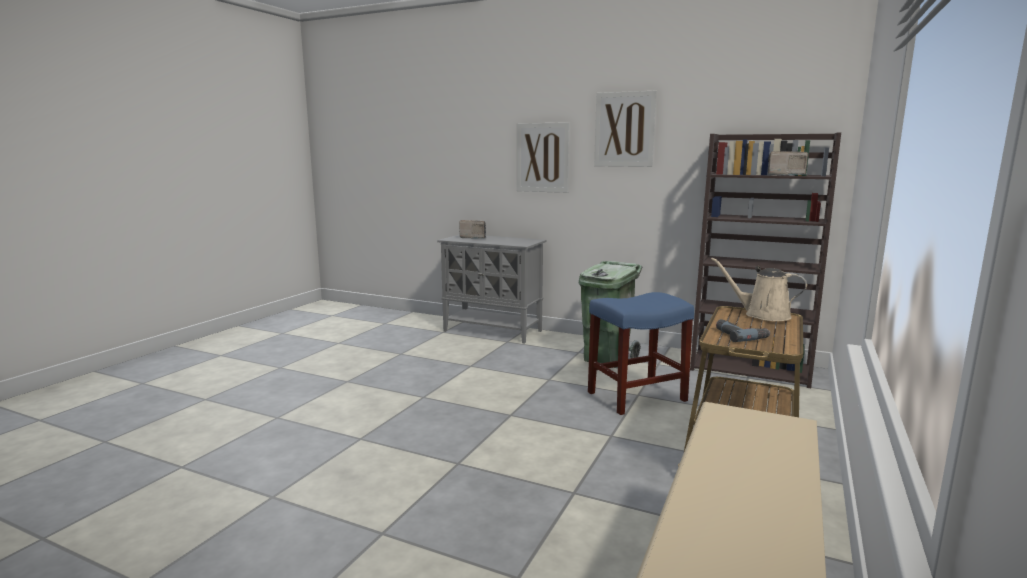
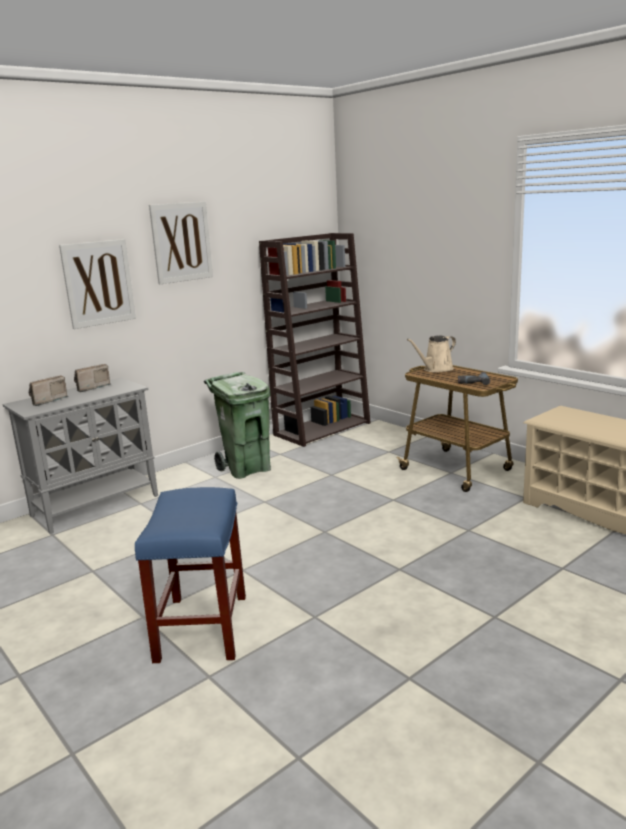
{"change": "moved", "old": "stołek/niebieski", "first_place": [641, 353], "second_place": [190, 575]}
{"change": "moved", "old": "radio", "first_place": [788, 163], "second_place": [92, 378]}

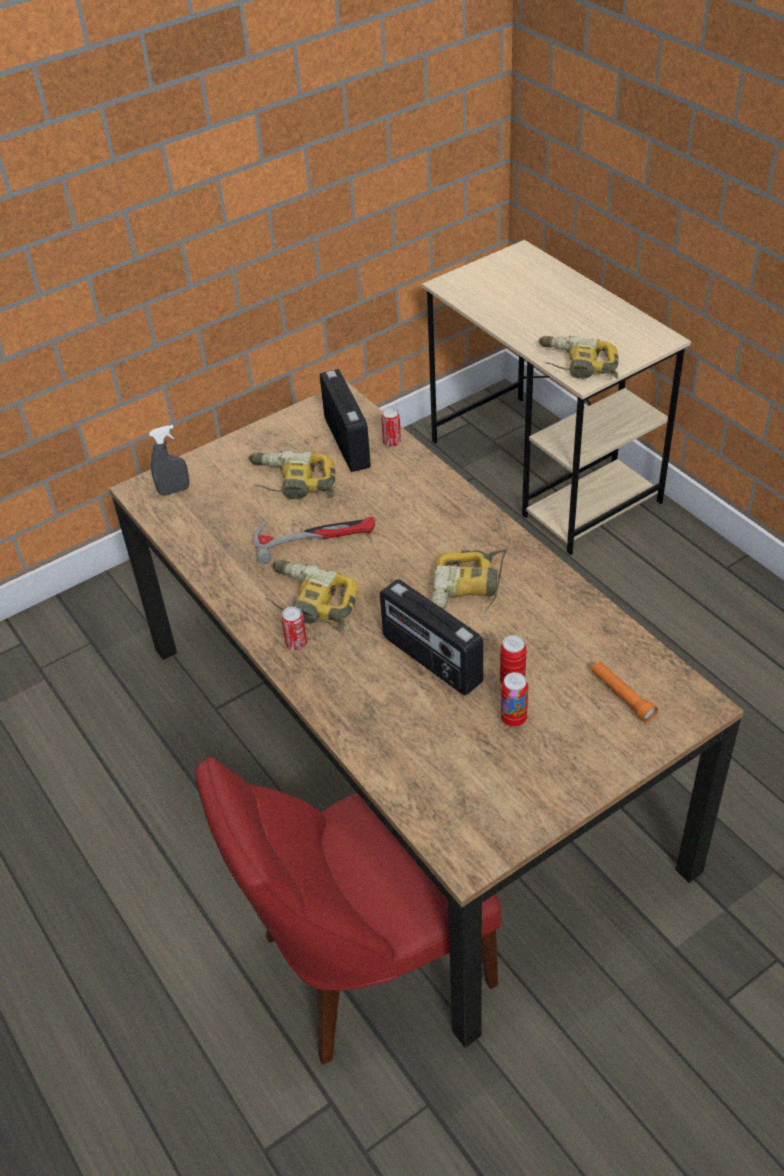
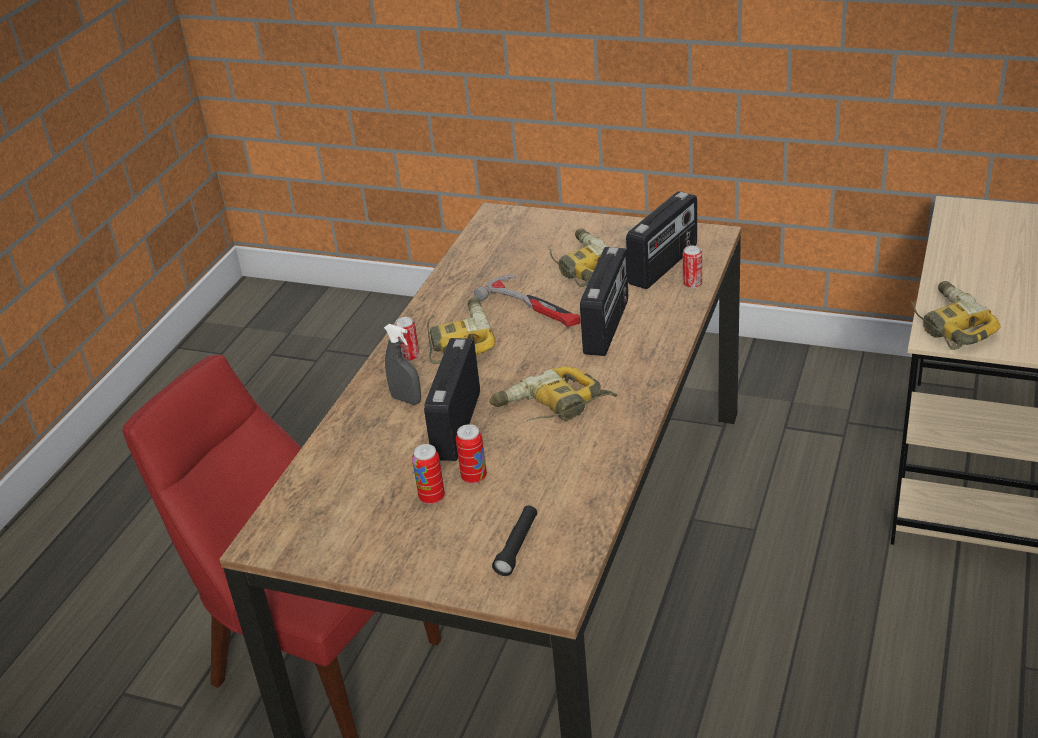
{"change": "moved", "old": "spryskiwacz/szary", "first_place": [169, 460], "second_place": [402, 364]}
{"change": "recoloured", "old": "latarka/pomarańczowy", "new": "latarka/czarny", "first_place": [625, 692], "second_place": [514, 541]}
{"change": "added", "new": "radio", "second_place": [604, 301]}

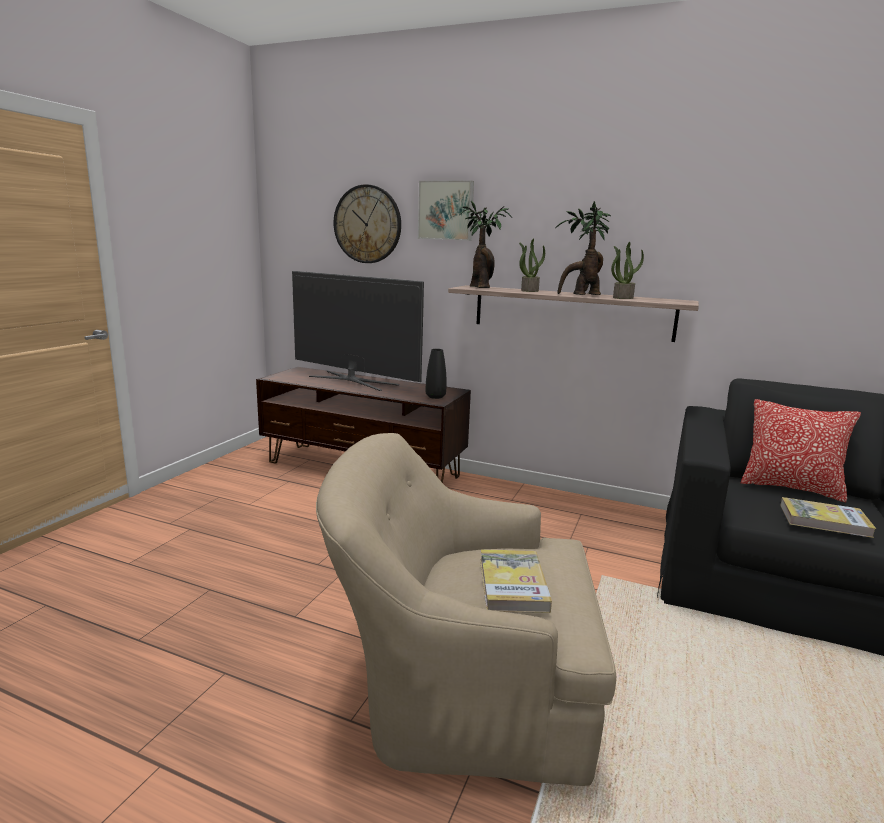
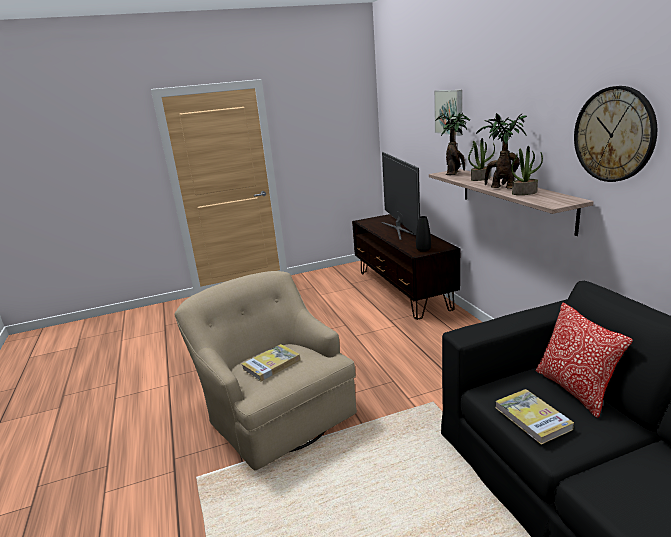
{"change": "moved", "old": "zegar ścienny", "first_place": [367, 223], "second_place": [615, 134]}

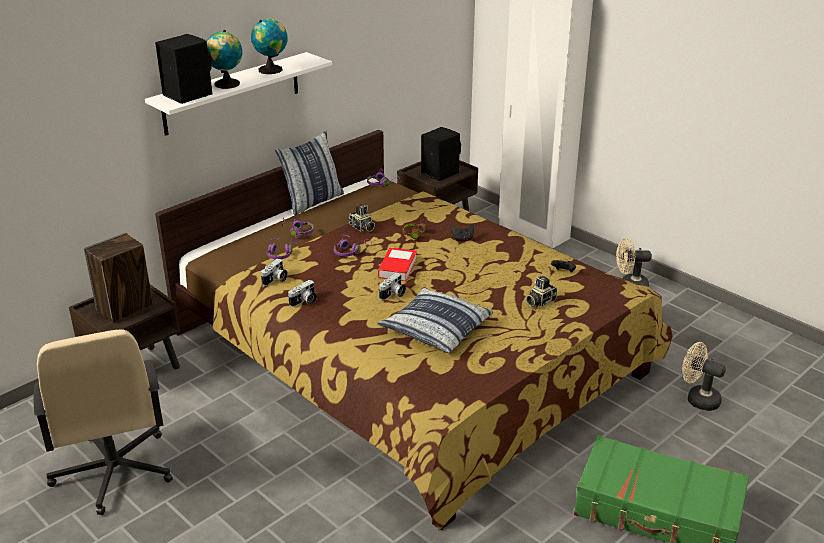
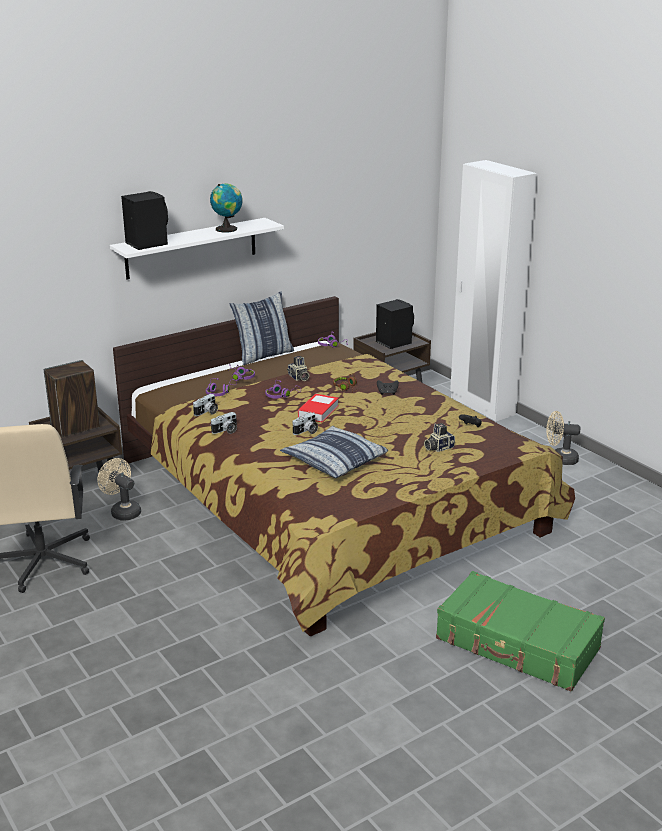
{"change": "removed", "old": "globus", "first_place": [224, 59]}
{"change": "moved", "old": "wentylator/beżowy", "first_place": [704, 376], "second_place": [119, 489]}

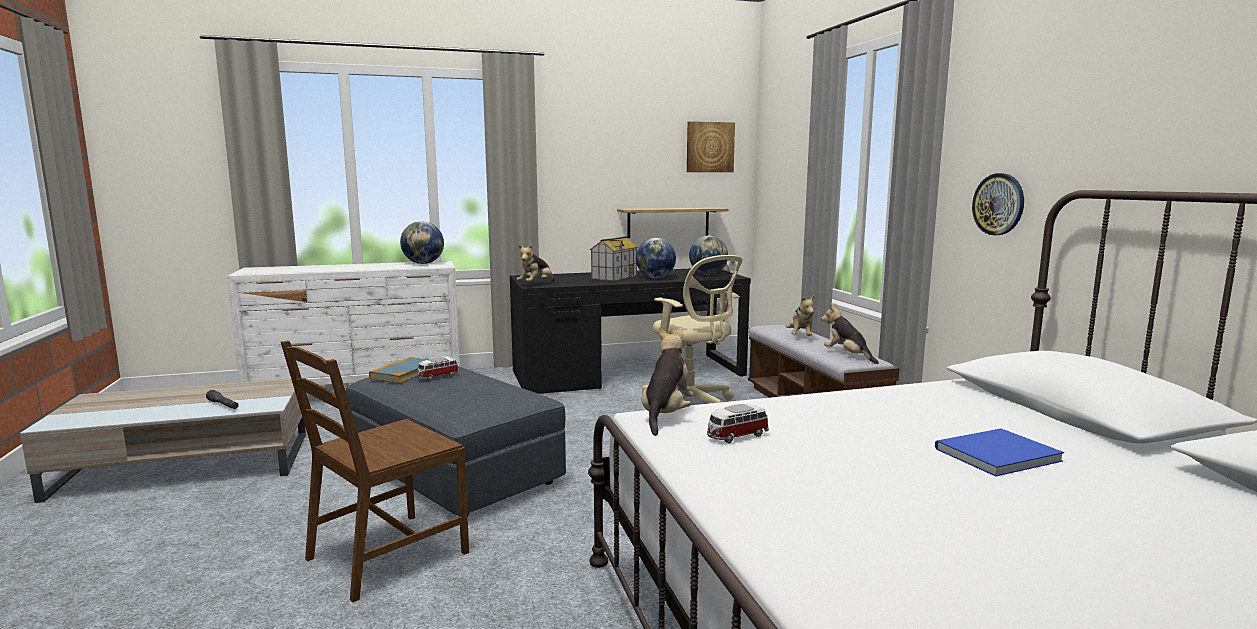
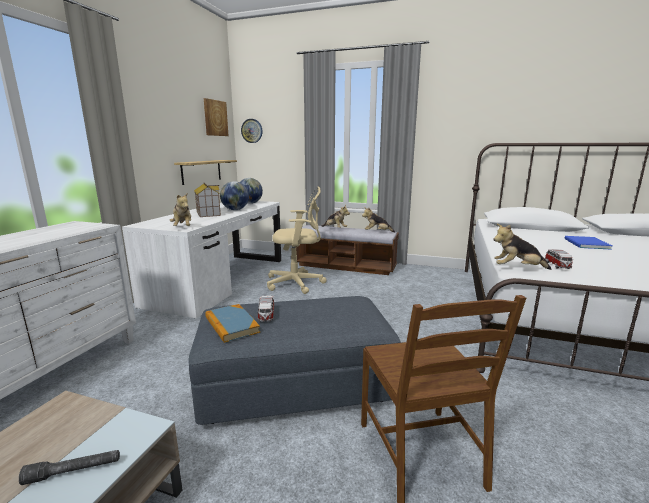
{"change": "removed", "old": "globus", "first_place": [422, 242]}
{"change": "recoloured", "old": "biurko/czarny", "new": "biurko/biały", "first_place": [630, 331], "second_place": [201, 260]}
{"change": "turned", "old": "pluszak", "first_place": [668, 382], "second_place": [522, 247], "degrees": -45}
{"change": "moved", "old": "zegar ścienny", "first_place": [998, 204], "second_place": [251, 131]}

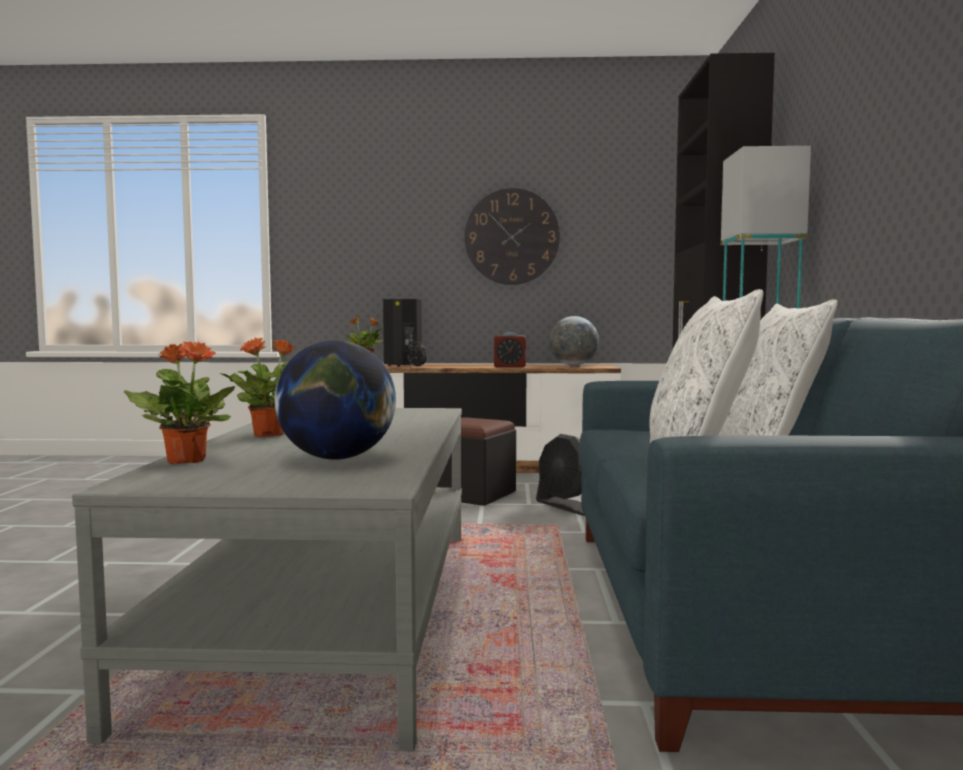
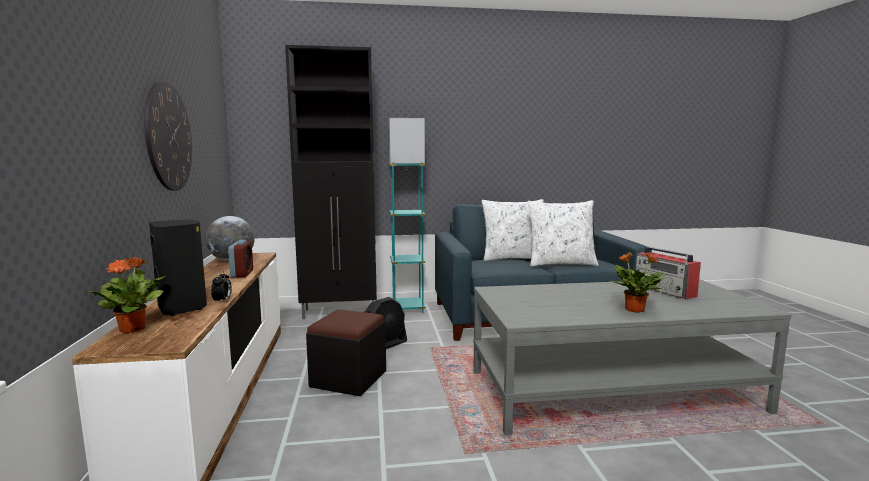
{"change": "removed", "old": "roślina doniczkowa", "first_place": [179, 402]}
{"change": "replaced", "old": "globus", "new": "radio", "first_place": [335, 400], "second_place": [668, 273]}

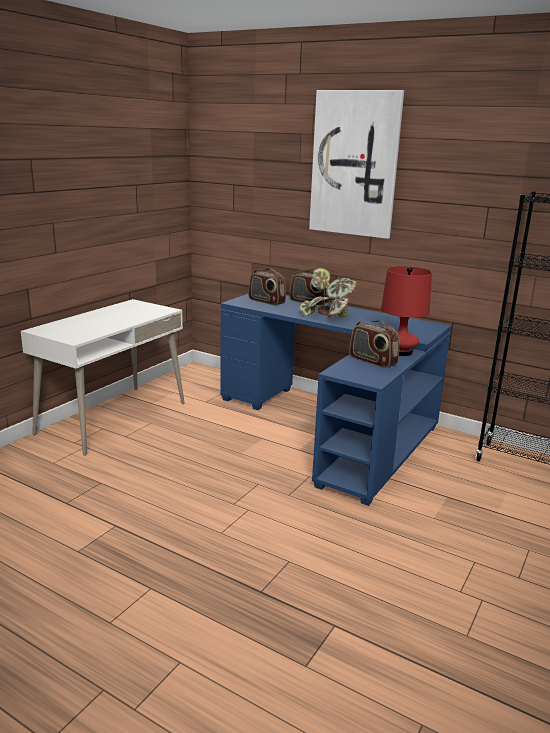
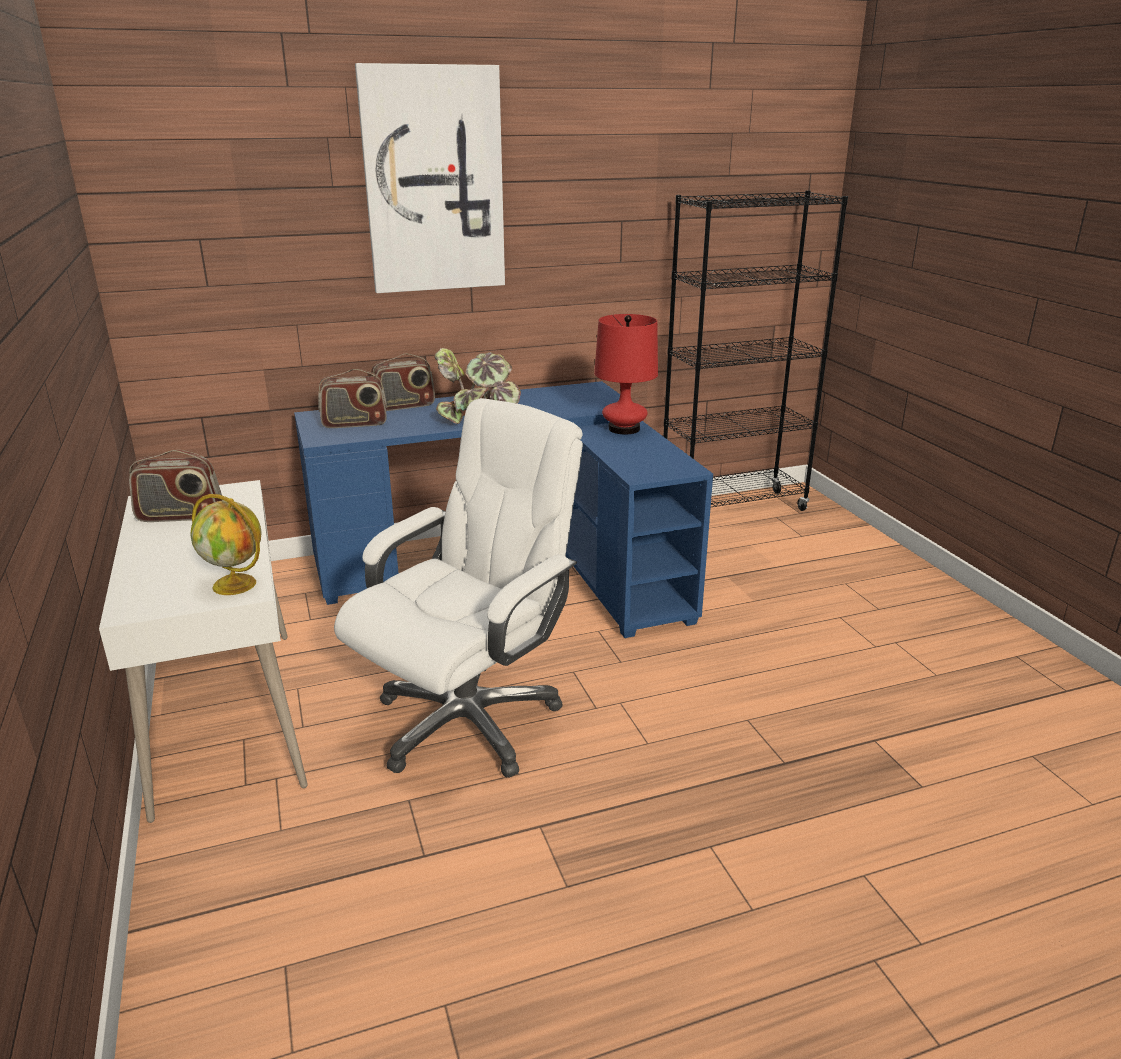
{"change": "moved", "old": "radio", "first_place": [374, 344], "second_place": [176, 486]}
{"change": "added", "new": "globus", "second_place": [226, 544]}
{"change": "added", "new": "krzesło biurowe/biały", "second_place": [458, 588]}

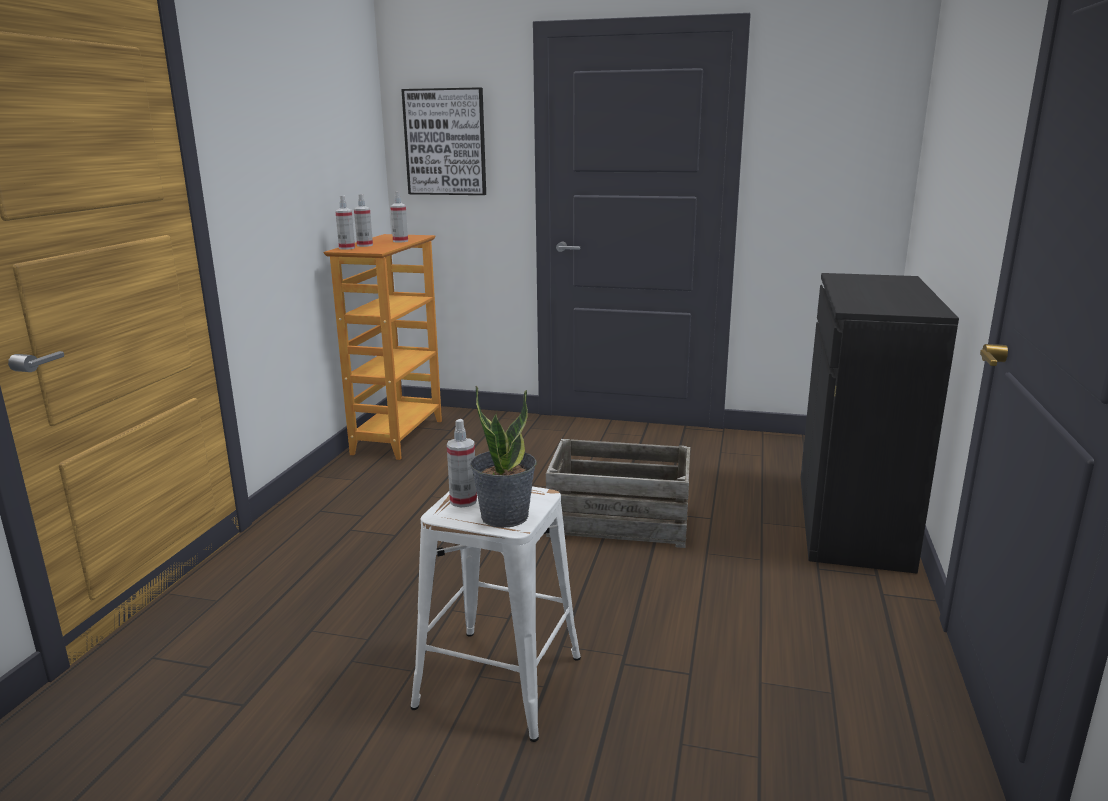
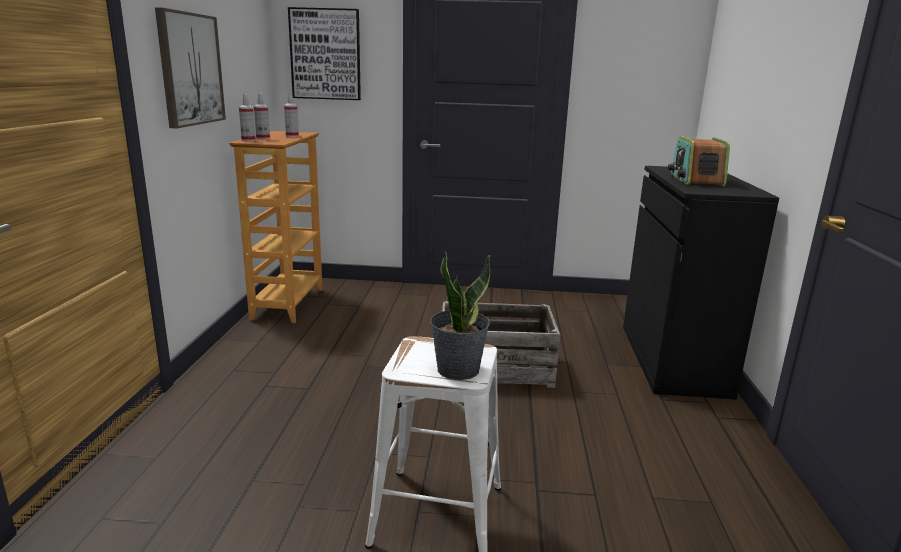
{"change": "removed", "old": "spryskiwacz", "first_place": [462, 463]}
{"change": "added", "new": "obraz", "second_place": [190, 67]}
{"change": "added", "new": "radio", "second_place": [699, 161]}

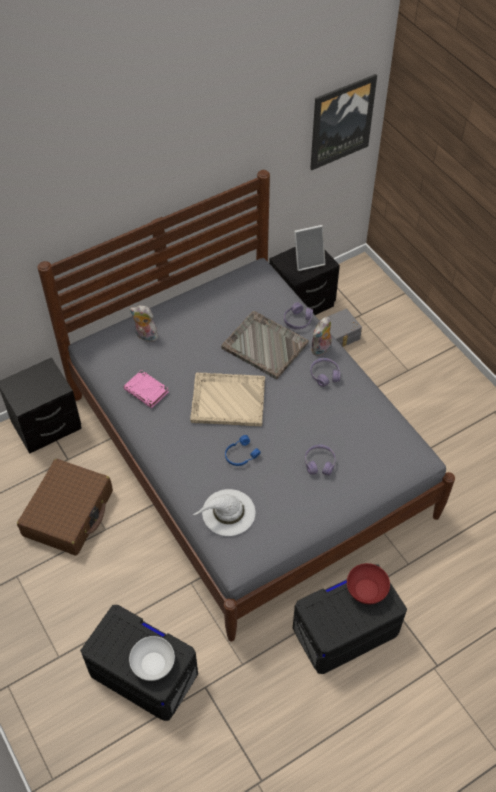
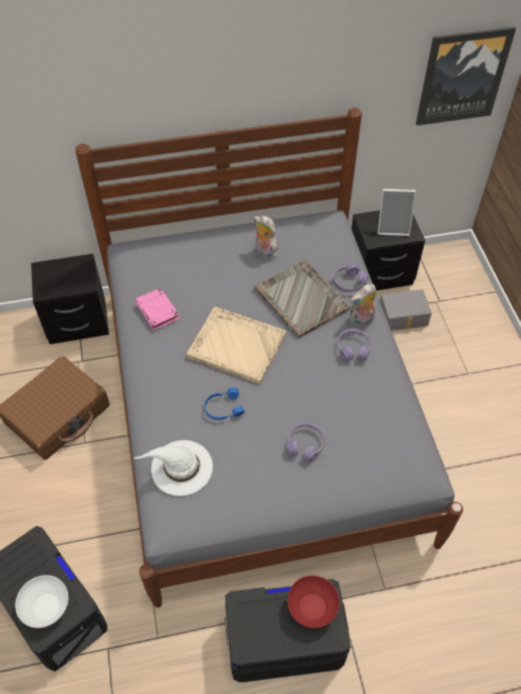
{"change": "moved", "old": "pluszak", "first_place": [143, 323], "second_place": [266, 238]}

